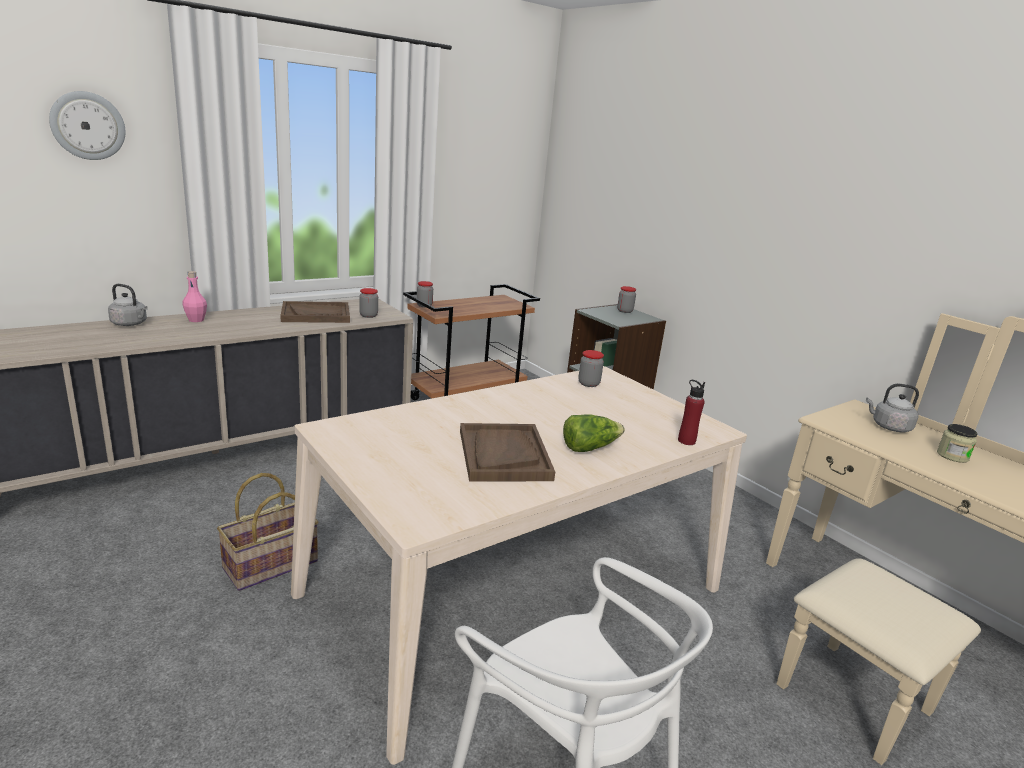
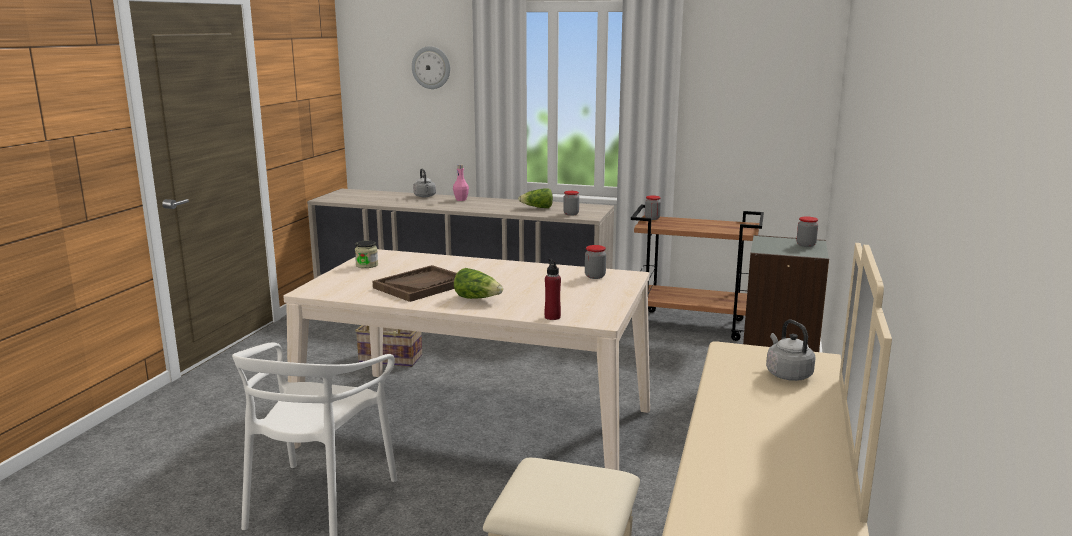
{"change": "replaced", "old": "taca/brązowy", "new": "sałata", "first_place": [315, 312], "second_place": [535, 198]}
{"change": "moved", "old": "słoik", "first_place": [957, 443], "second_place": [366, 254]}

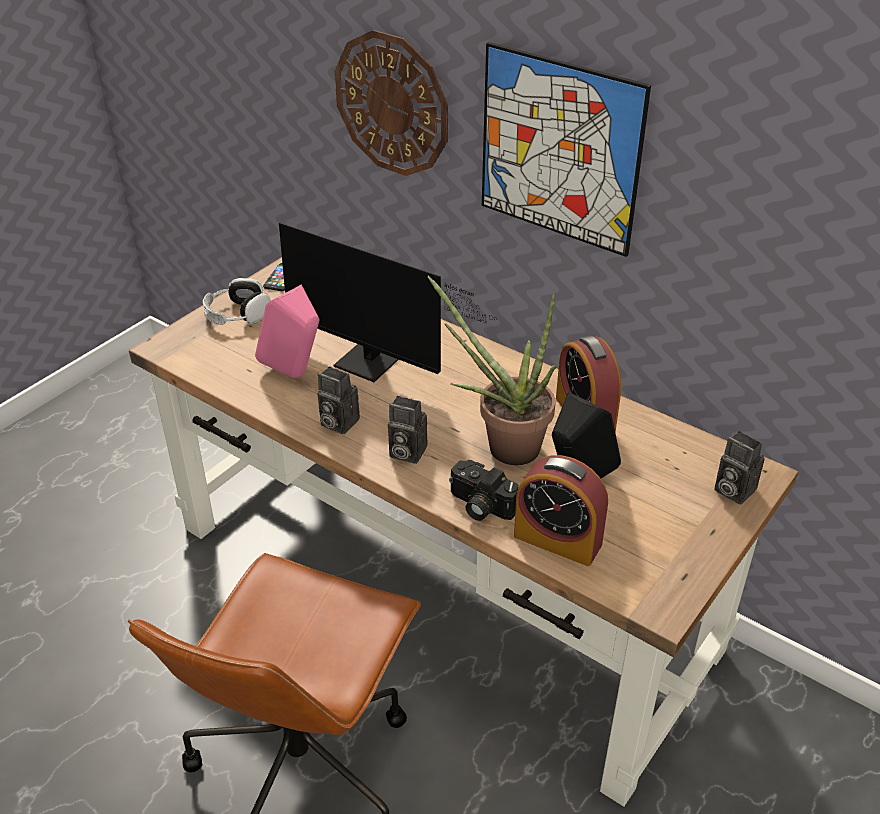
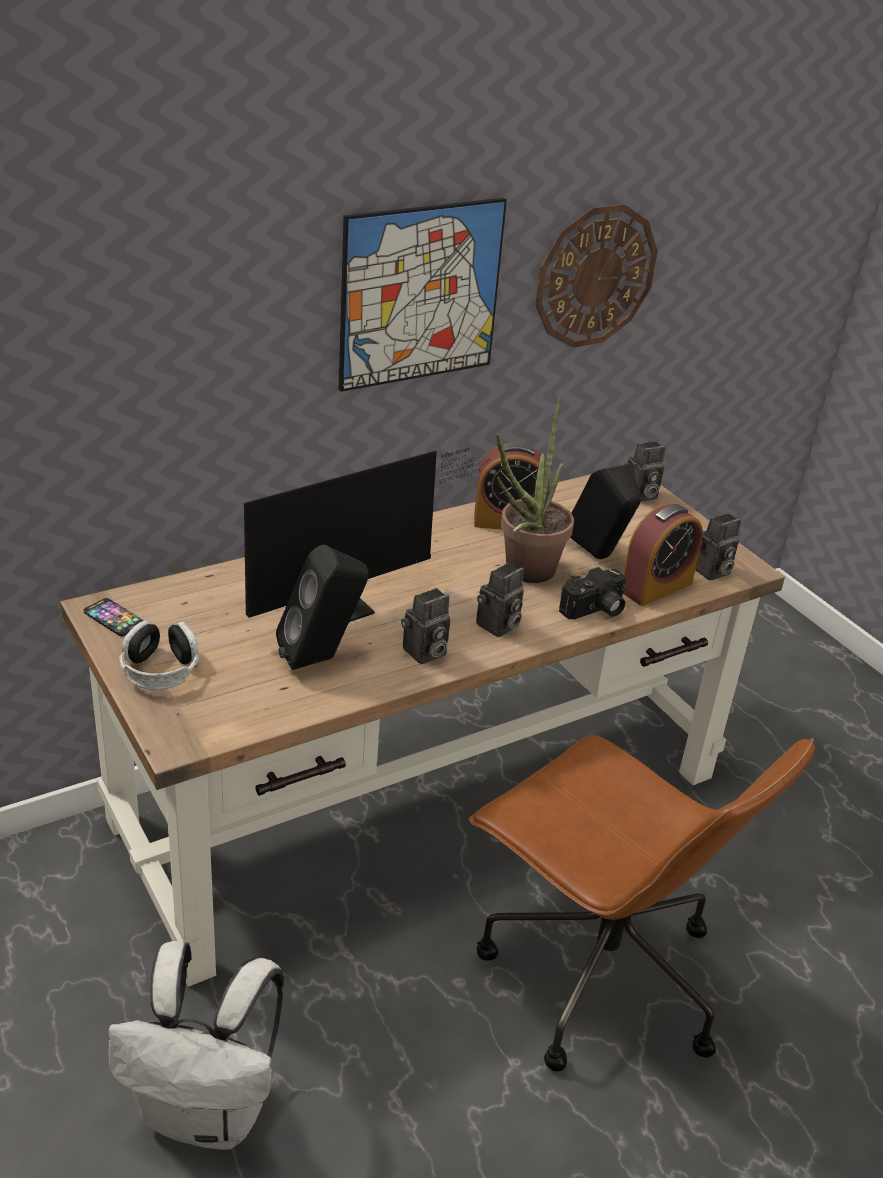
{"change": "recoloured", "old": "głośnik/różowy", "new": "głośnik/czarny", "first_place": [287, 331], "second_place": [322, 607]}
{"change": "moved", "old": "zegar ścienny", "first_place": [391, 103], "second_place": [596, 276]}
{"change": "added", "new": "plecak/biały", "second_place": [196, 1045]}
{"change": "added", "new": "aparat fotograficzny", "second_place": [718, 547]}

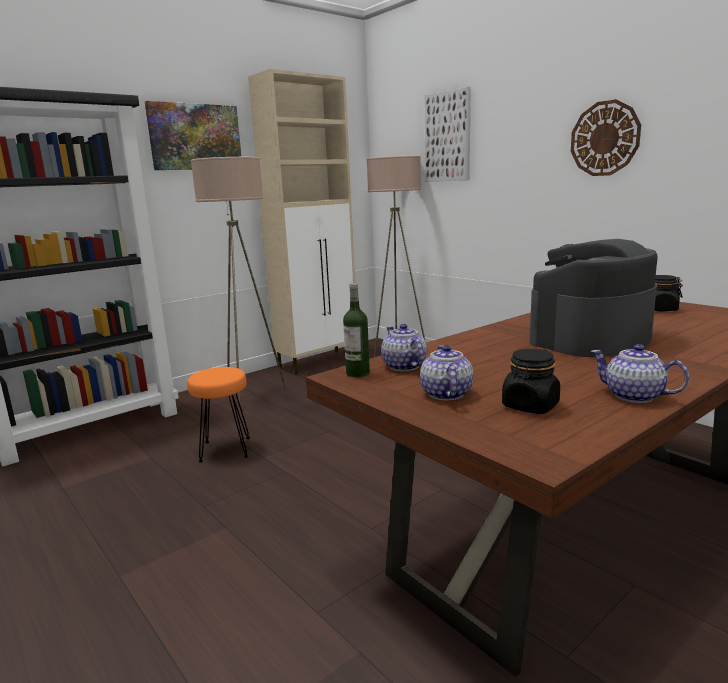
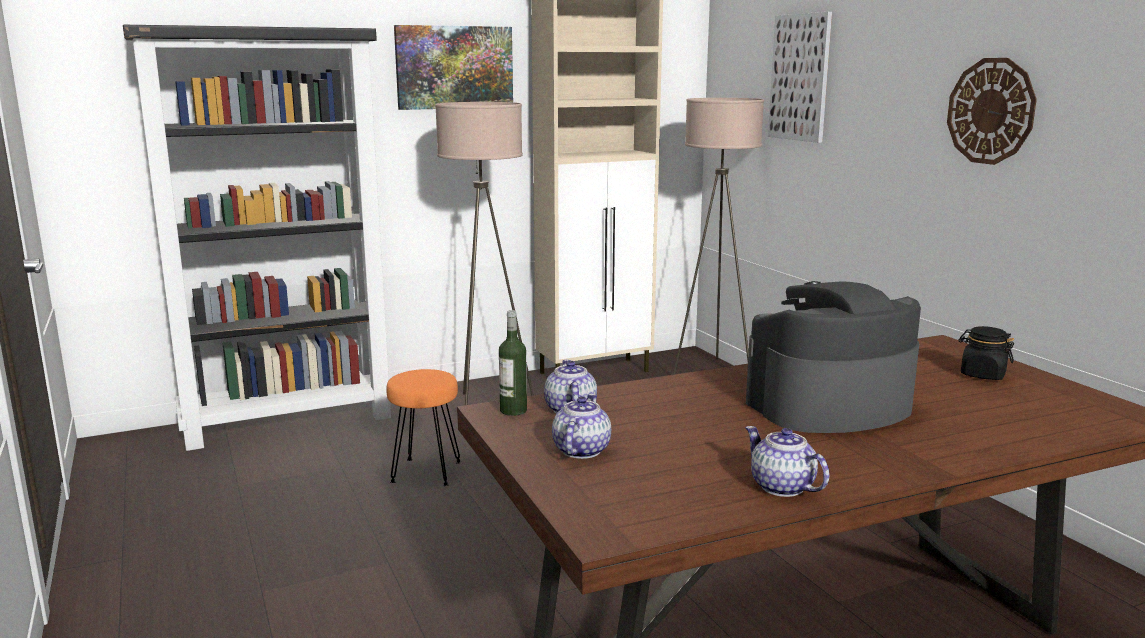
{"change": "removed", "old": "słoik/czarny", "first_place": [531, 381]}

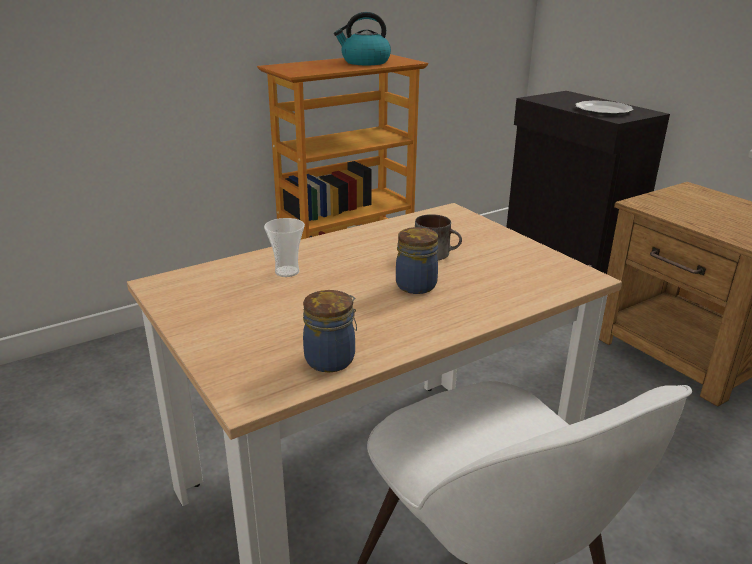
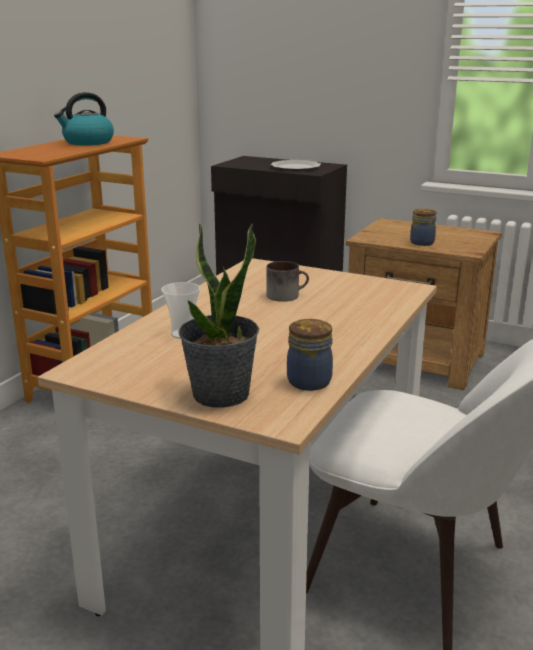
{"change": "moved", "old": "słoik", "first_place": [417, 260], "second_place": [423, 227]}
{"change": "added", "new": "roślina doniczkowa", "second_place": [218, 315]}

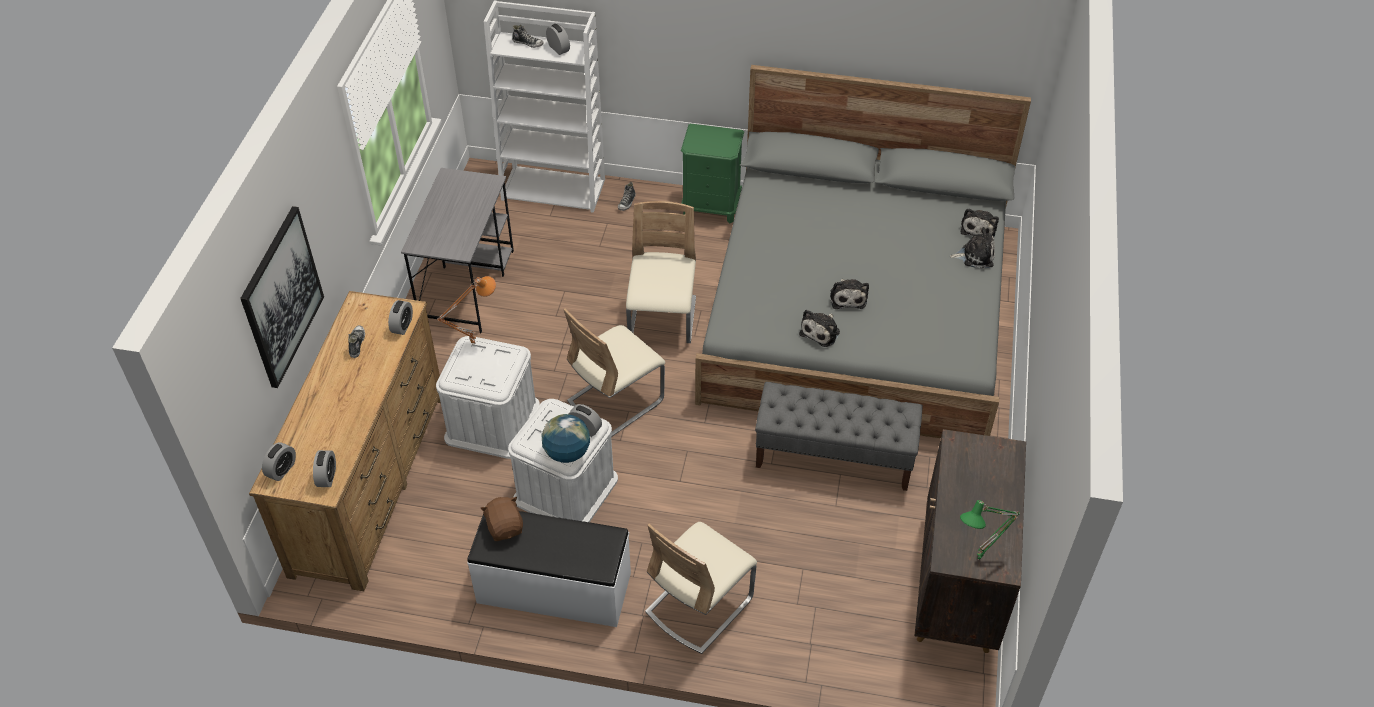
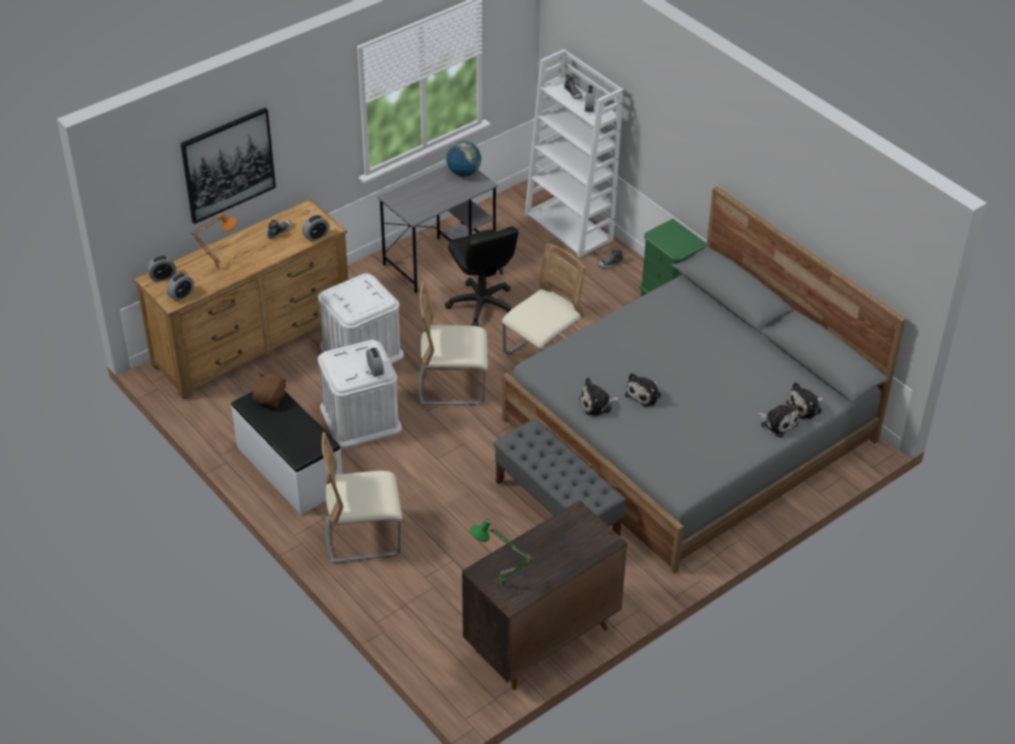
{"change": "moved", "old": "lampa stołowa/pomarańczowy", "first_place": [466, 310], "second_place": [214, 241]}
{"change": "moved", "old": "globus", "first_place": [565, 438], "second_place": [463, 158]}
{"change": "added", "new": "krzesło biurowe/czarny", "second_place": [481, 276]}

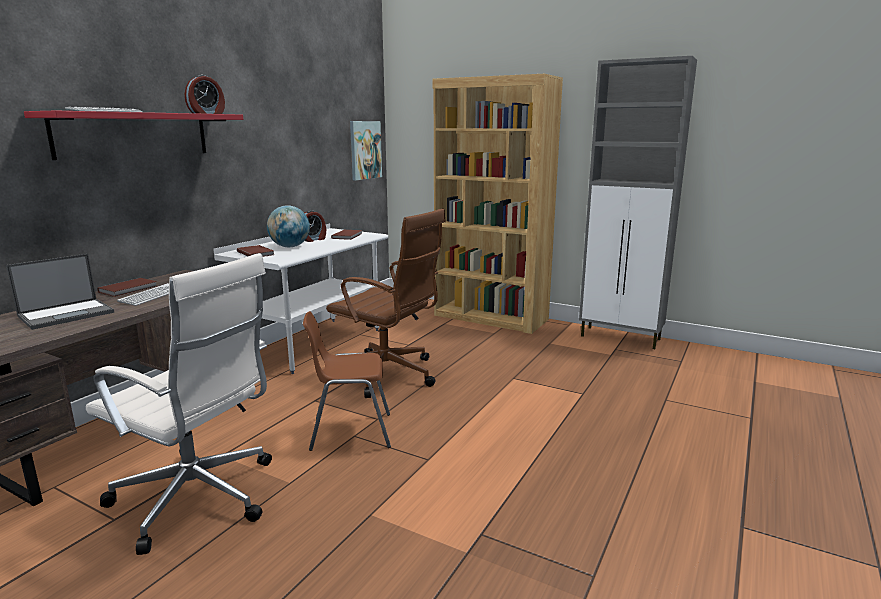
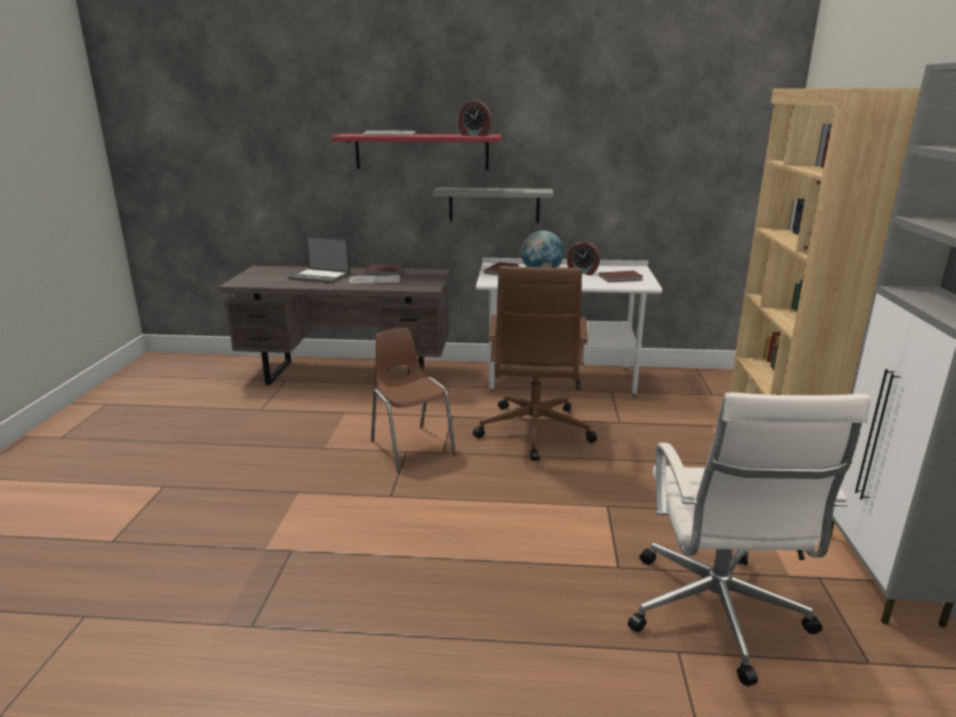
{"change": "moved", "old": "krzesło biurowe/biały", "first_place": [179, 404], "second_place": [749, 539]}
{"change": "removed", "old": "obraz", "first_place": [366, 150]}
{"change": "added", "new": "półka/szary", "second_place": [493, 205]}

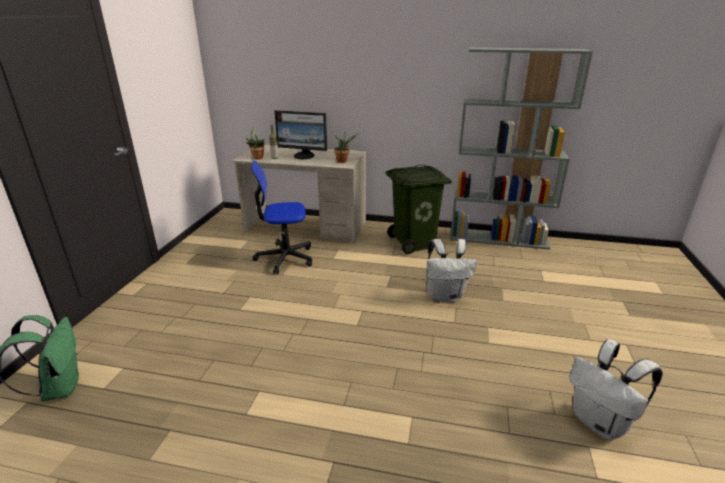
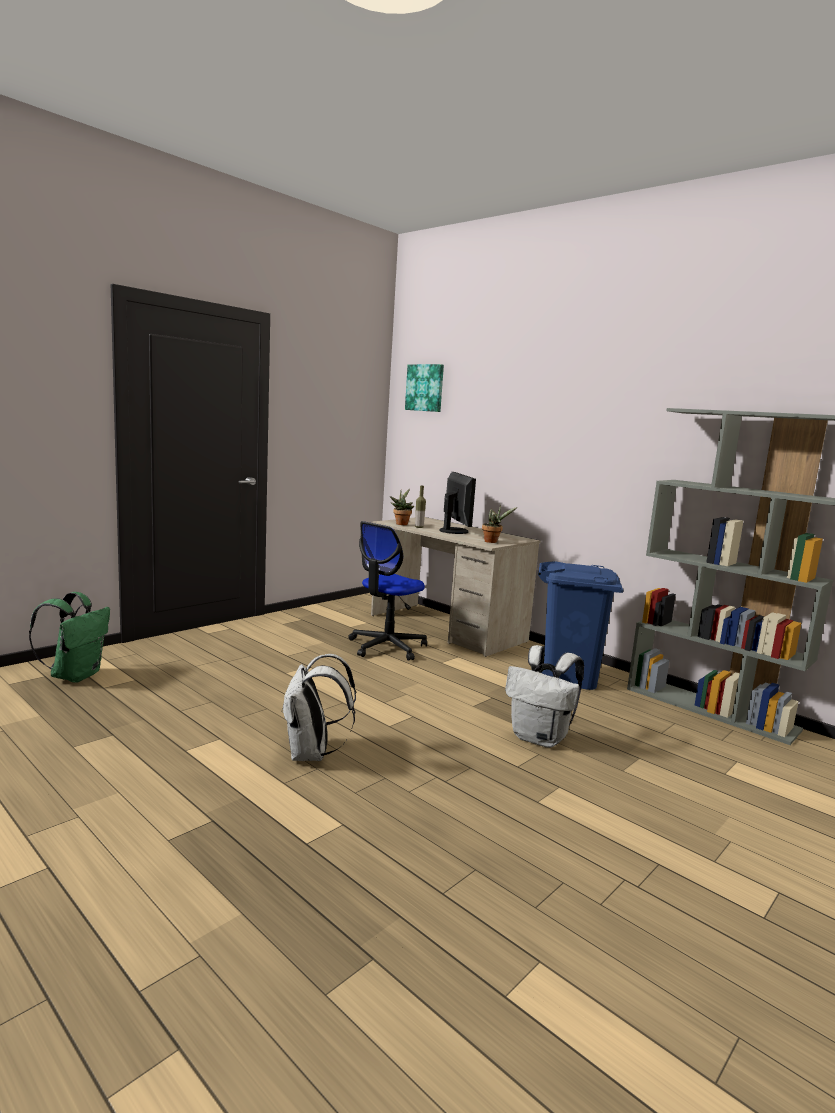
{"change": "turned", "old": "krzesło biurowe", "first_place": [281, 217], "second_place": [387, 591], "degrees": -75}
{"change": "turned", "old": "monitor", "first_place": [300, 134], "second_place": [457, 503], "degrees": -150}
{"change": "recoloured", "old": "kosz na śmieci/zielony", "new": "kosz na śmieci/niebieski", "first_place": [418, 209], "second_place": [580, 625]}
{"change": "moved", "old": "plecak/biały", "first_place": [616, 389], "second_place": [319, 707]}
{"change": "added", "new": "obraz", "second_place": [424, 388]}

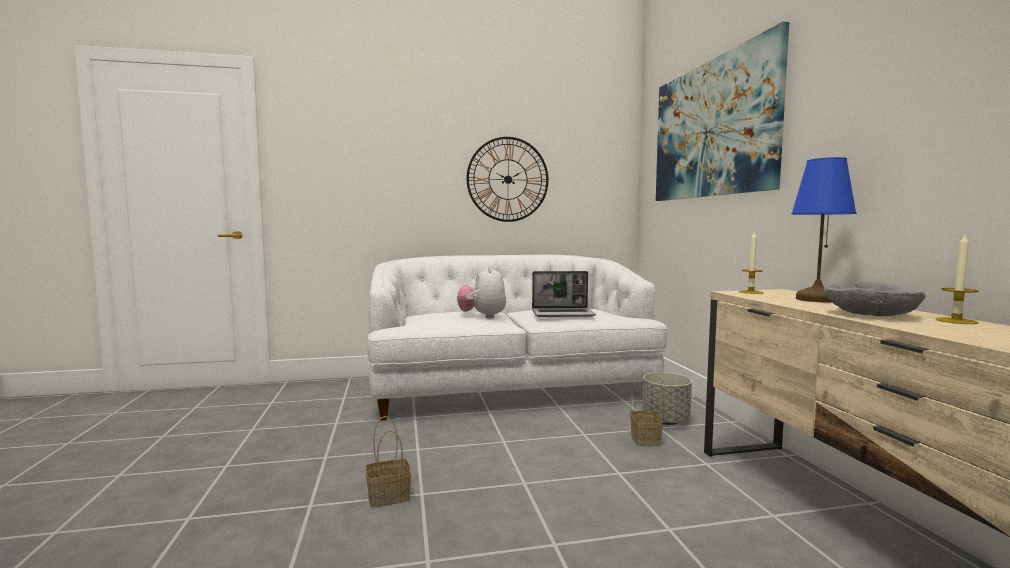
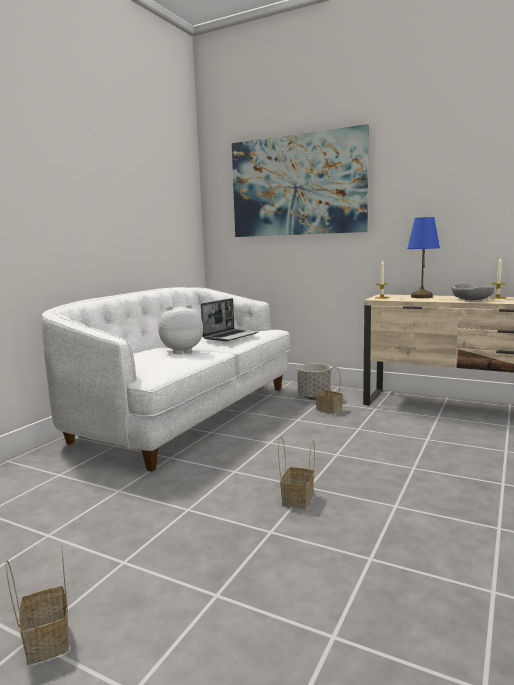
{"change": "turned", "old": "pluszak", "first_place": [481, 292], "second_place": [180, 329], "degrees": 120}
{"change": "removed", "old": "zegar ścienny", "first_place": [508, 179]}
{"change": "added", "new": "koszyk", "second_place": [37, 605]}

